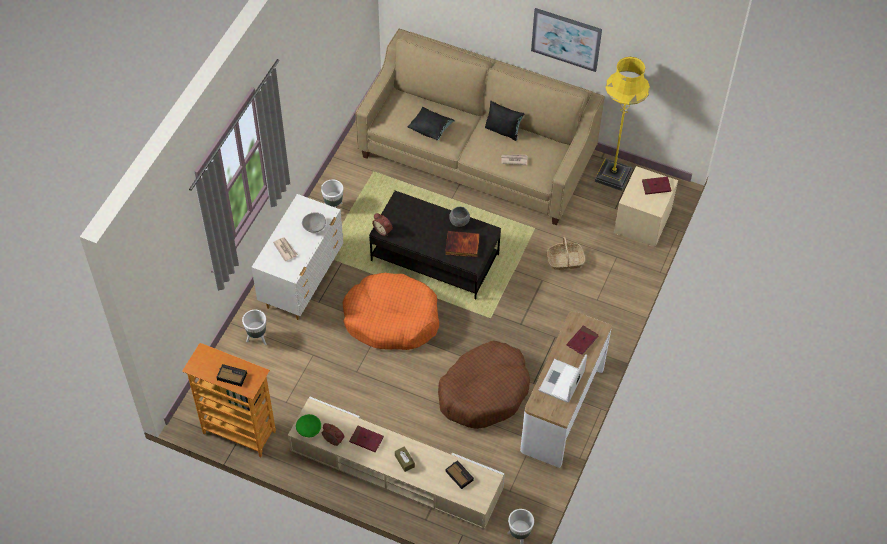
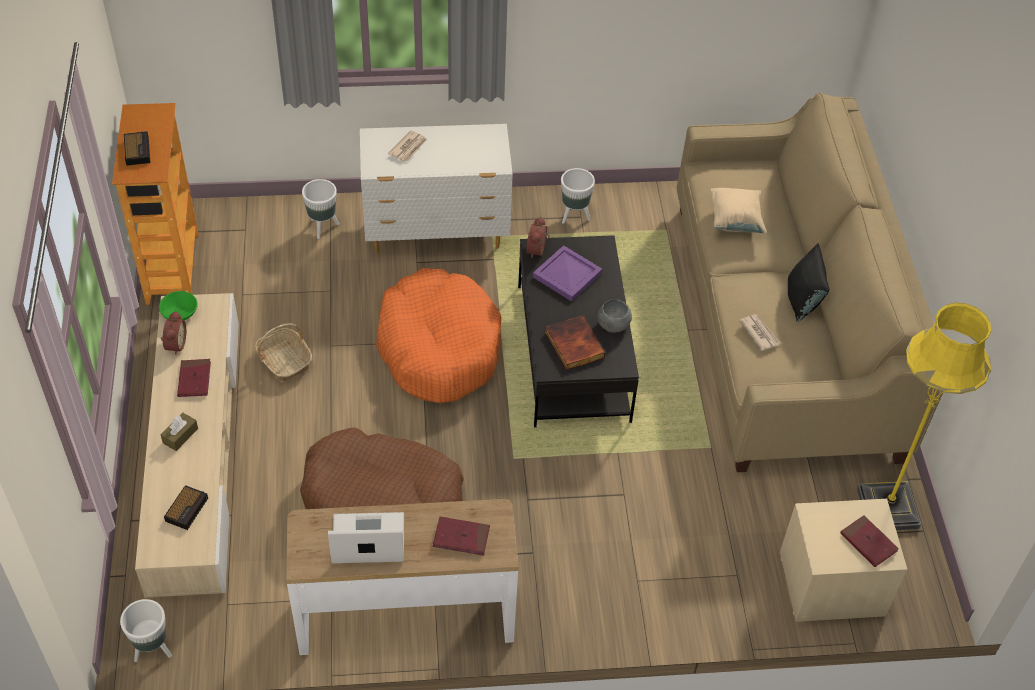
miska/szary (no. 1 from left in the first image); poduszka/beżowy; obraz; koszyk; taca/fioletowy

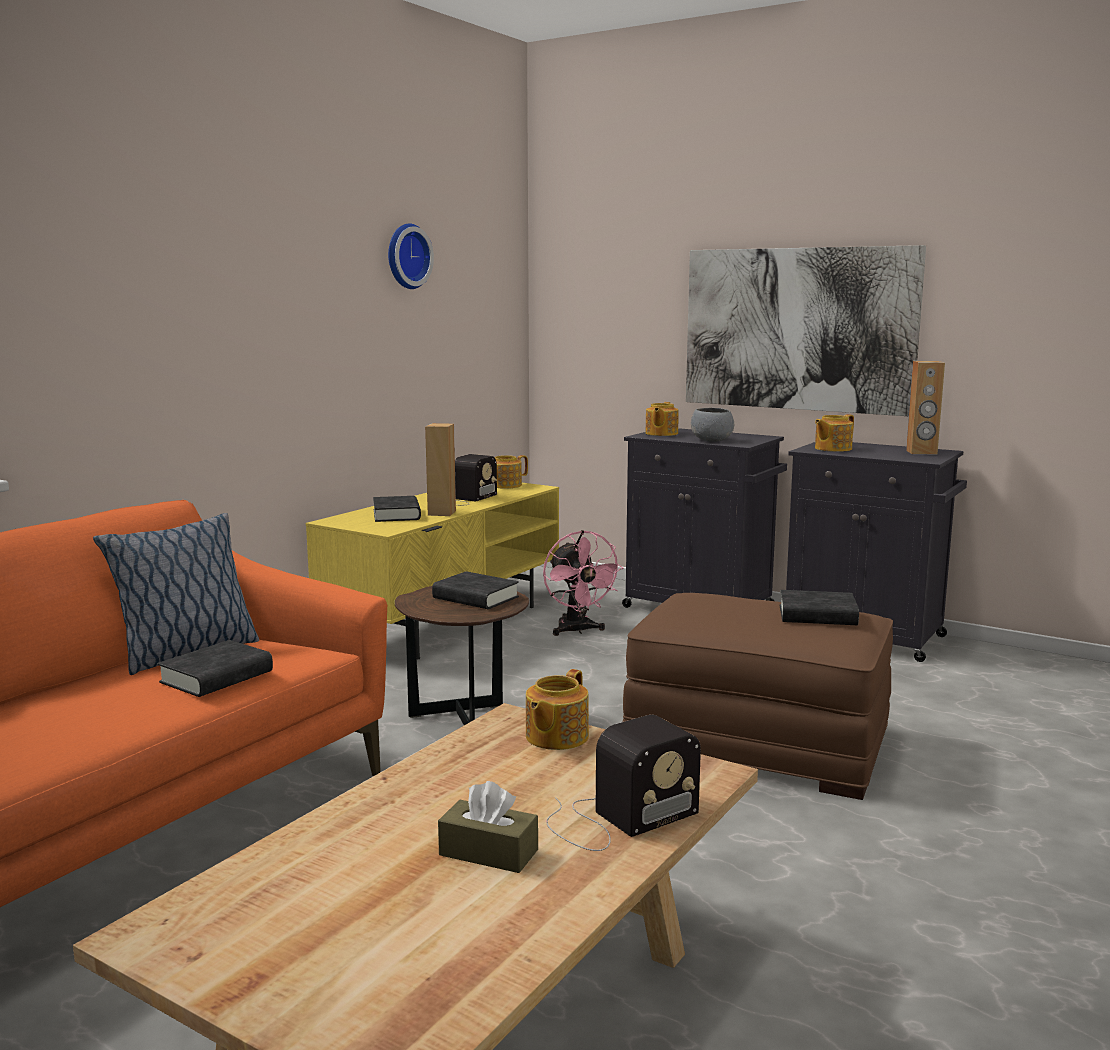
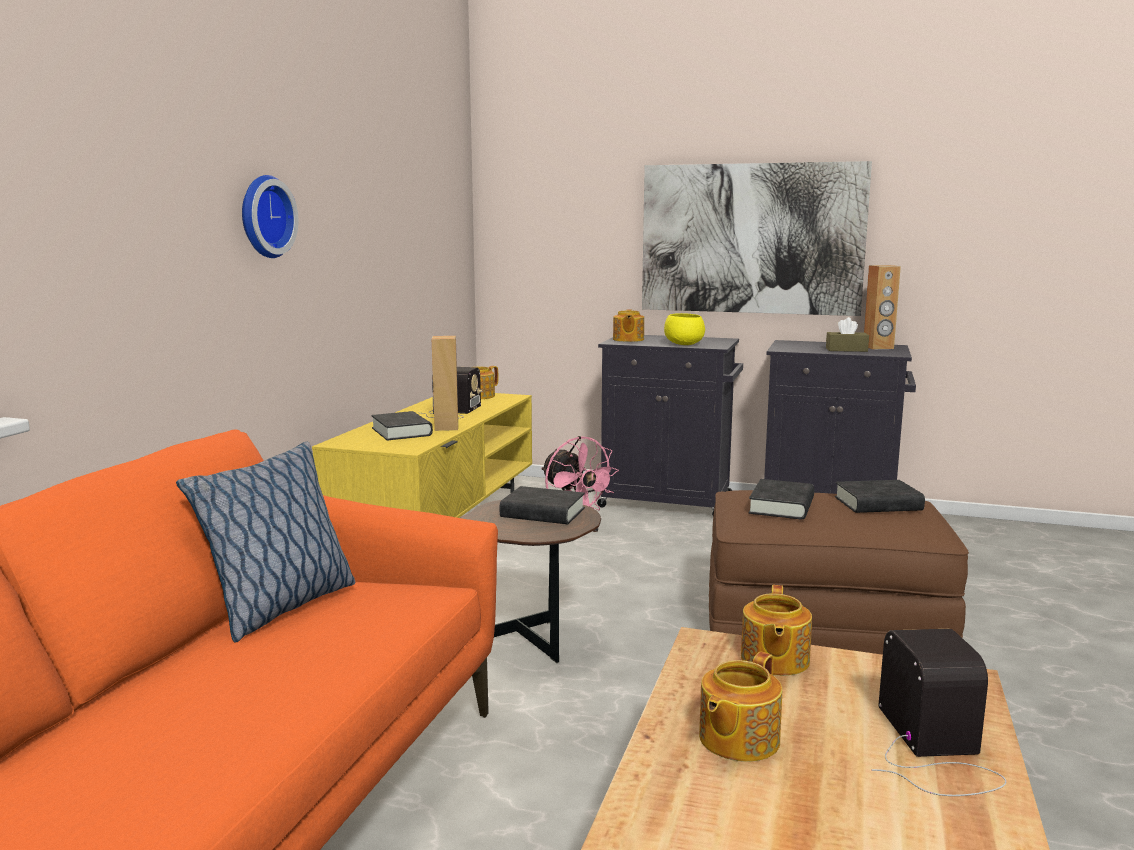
książka/czarny (no. 3 from left); zegar ścienny; pudełko chusteczek/brązowy; radio (no. 2 from left); miska/żółty; imbryk (no. 3 from left)

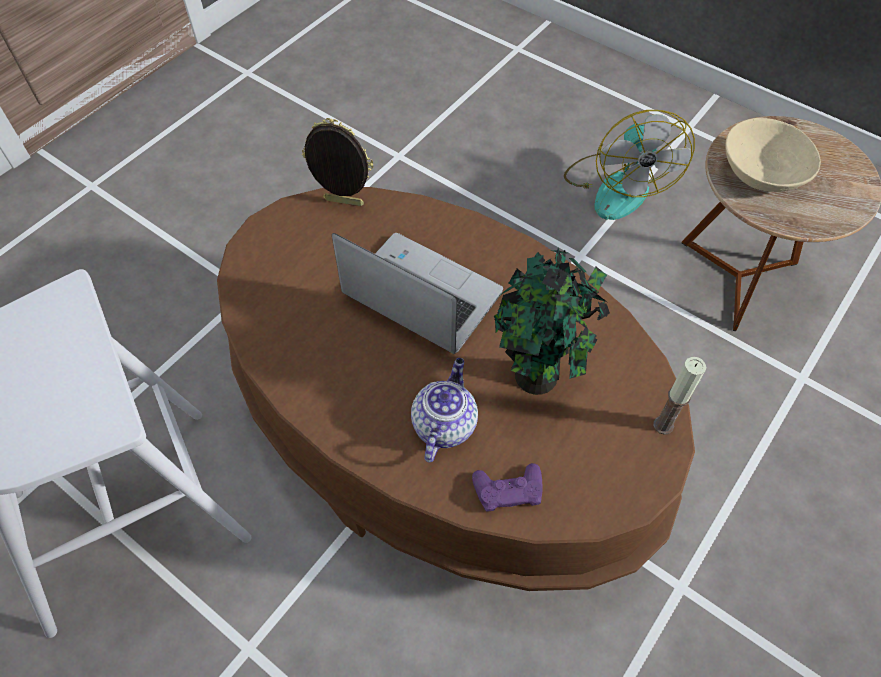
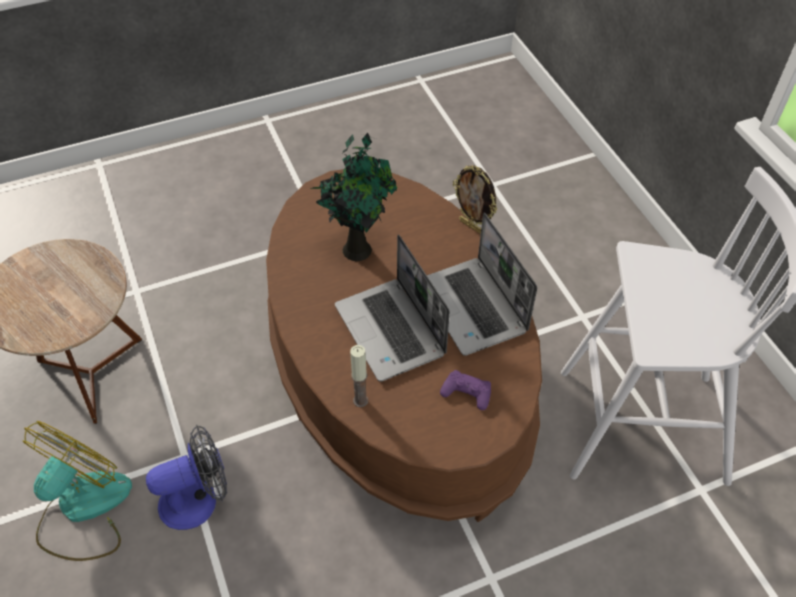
ramka na zdjęcie; imbryk; pad do gier/fioletowy; świeca; miska/beżowy; wentylator (no. 2 from left); laptop (no. 2 from left)

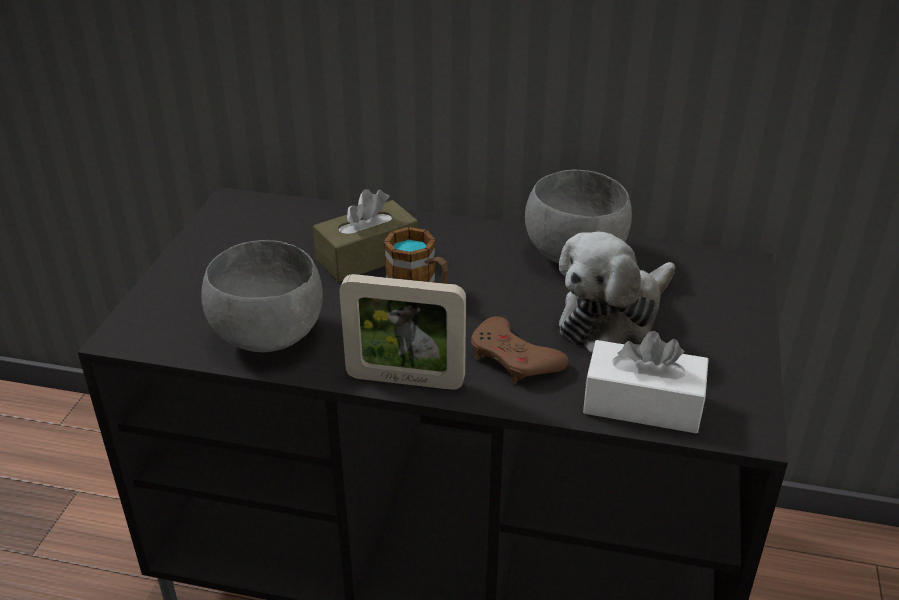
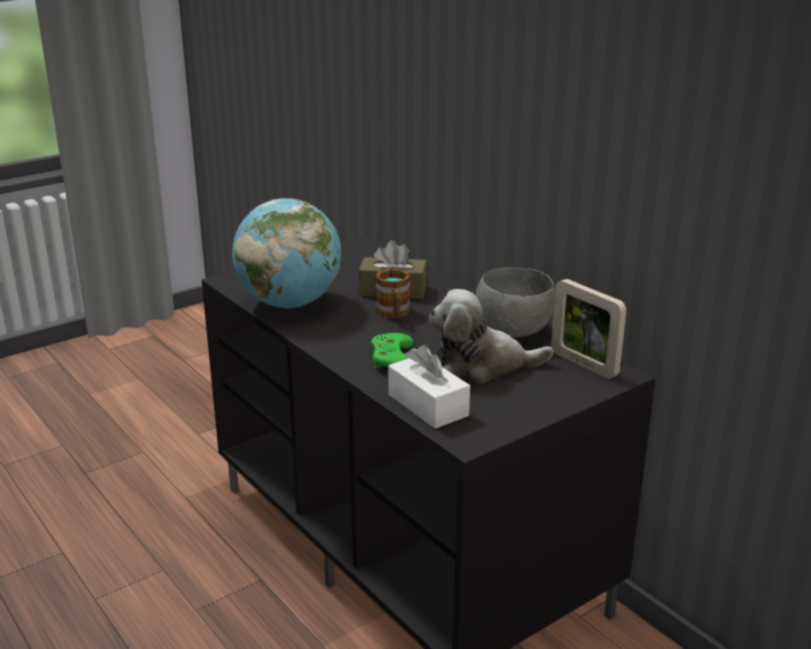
globus; ramka na zdjęcie; pad do gier/zielony

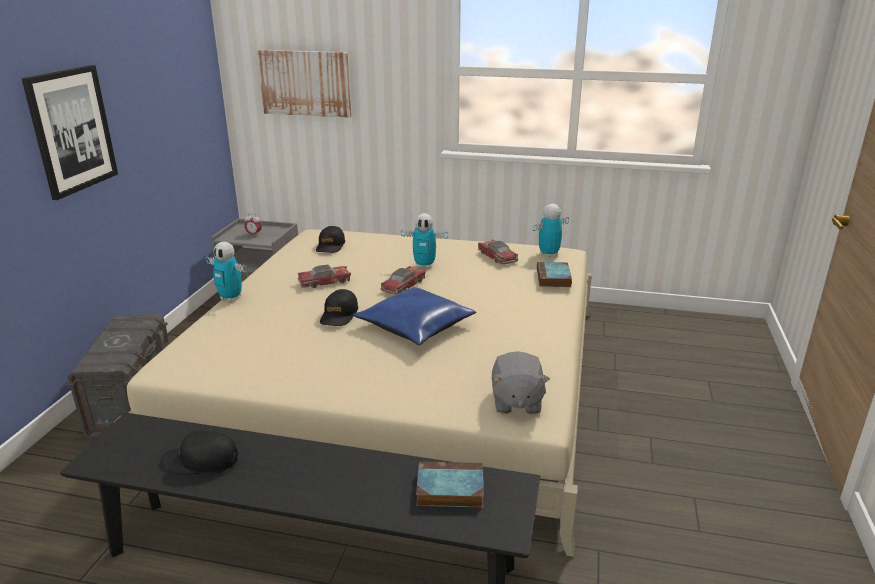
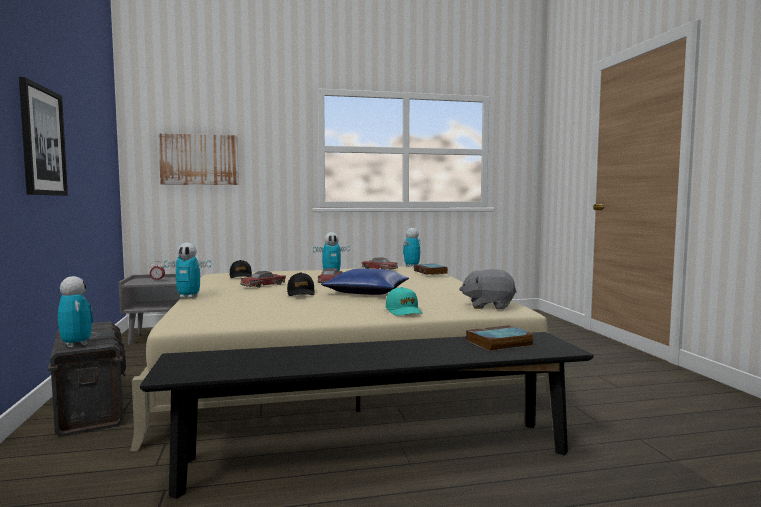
czapka z daszkiem/czarny (no. 1 from left in the first image); pluszak/szary; robot zabawkowy (no. 1 from left); czapka z daszkiem/turkusowy

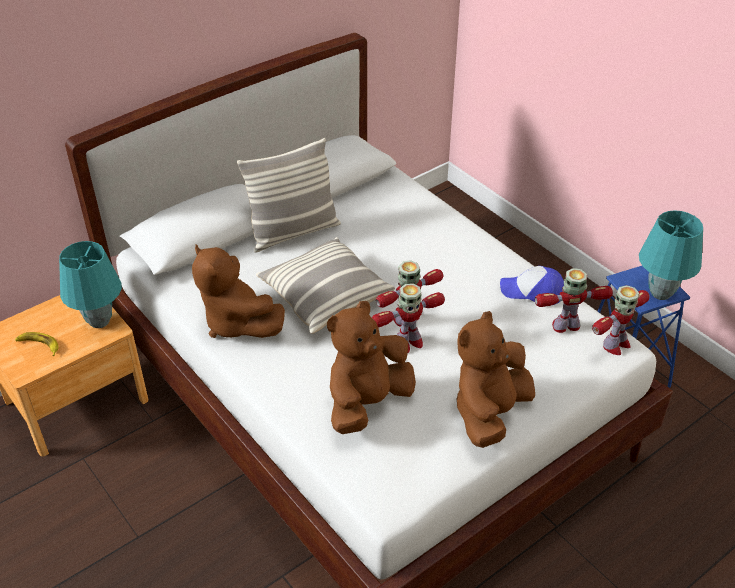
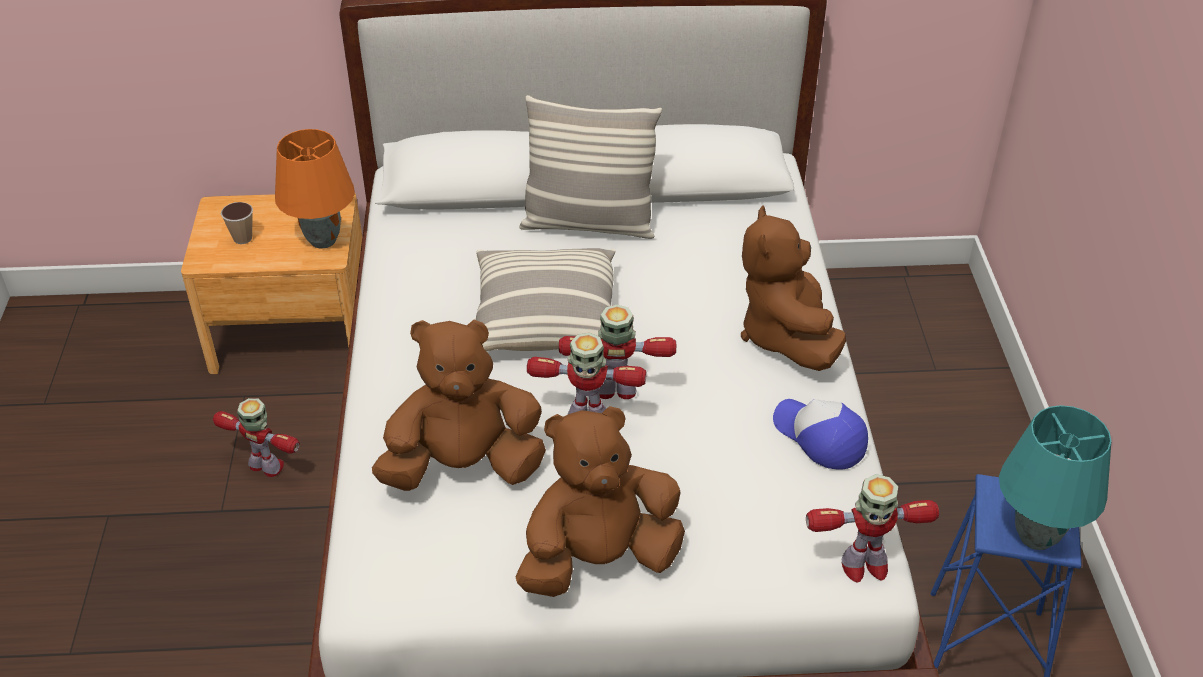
filiżanka; lampa stołowa/pomarańczowy; pluszak/brązowy (no. 3 from left); robot zabawkowy (no. 1 from left)

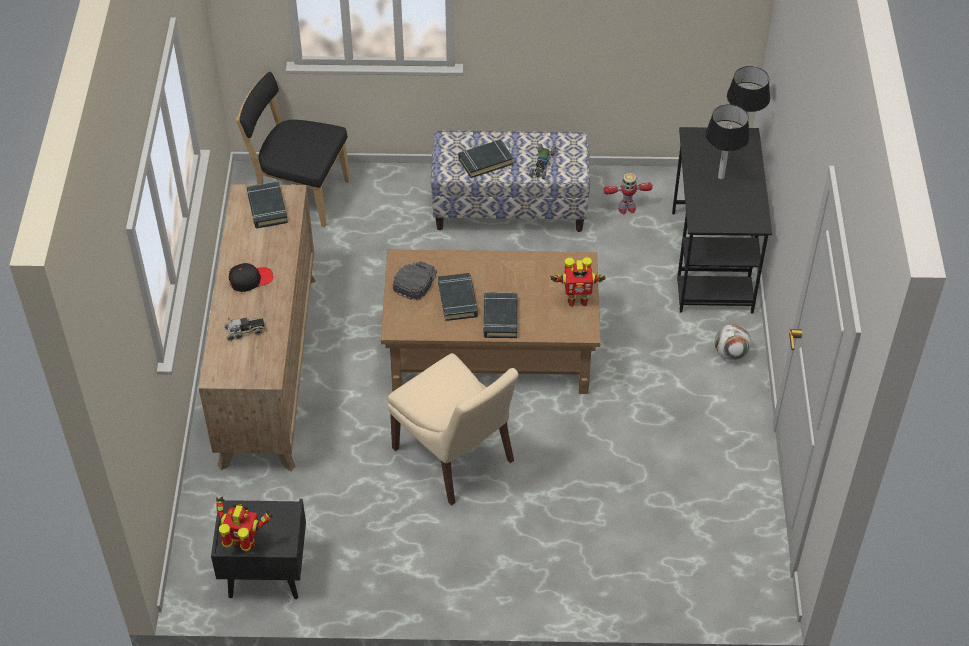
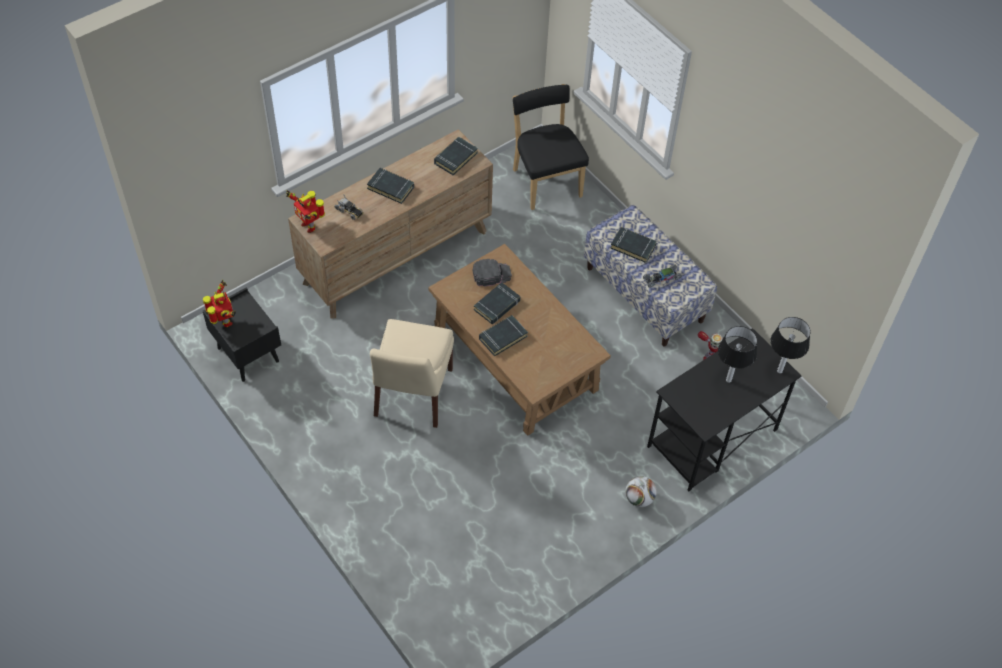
książka/czarny (no. 1 from left); robot zabawkowy (no. 2 from left)

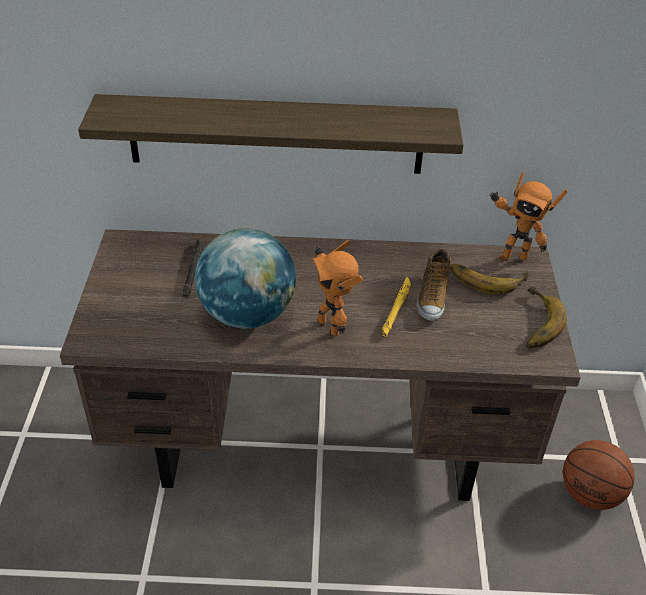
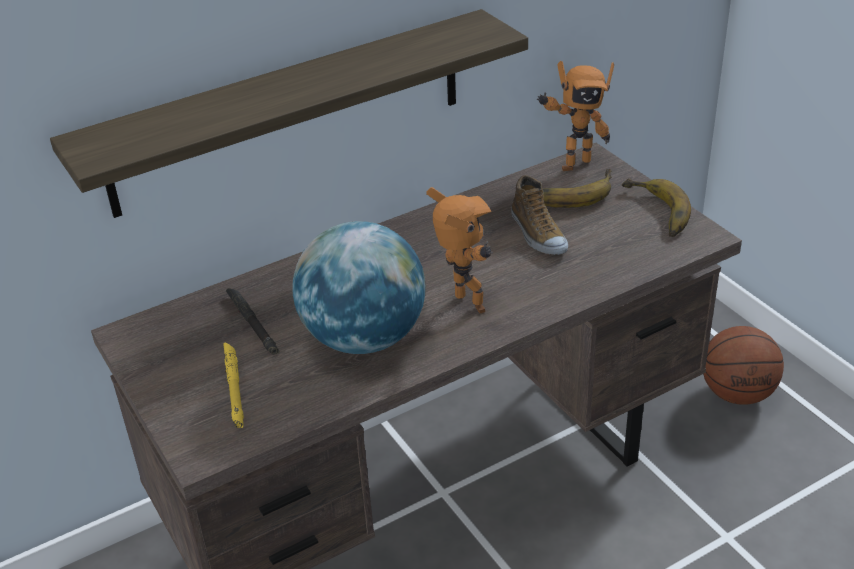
robot zabawkowy (no. 1 from left); latarka/żółty

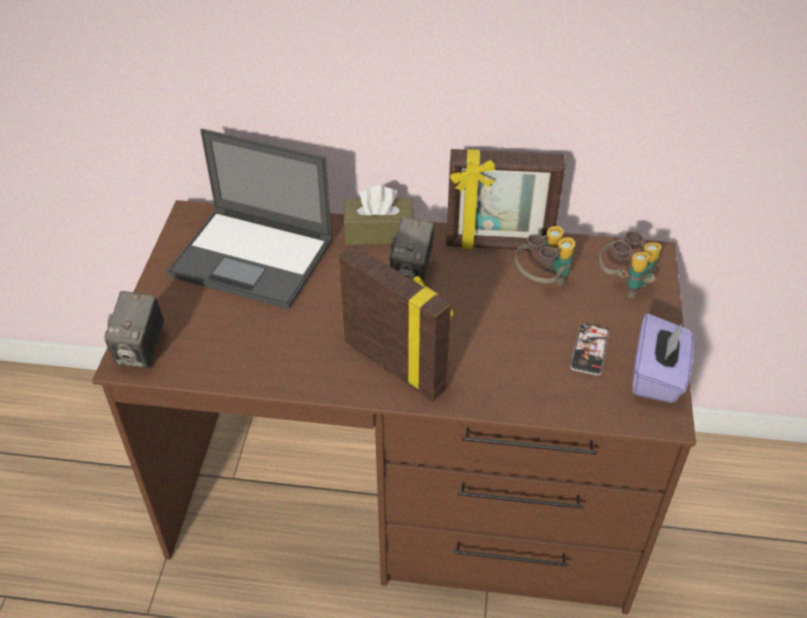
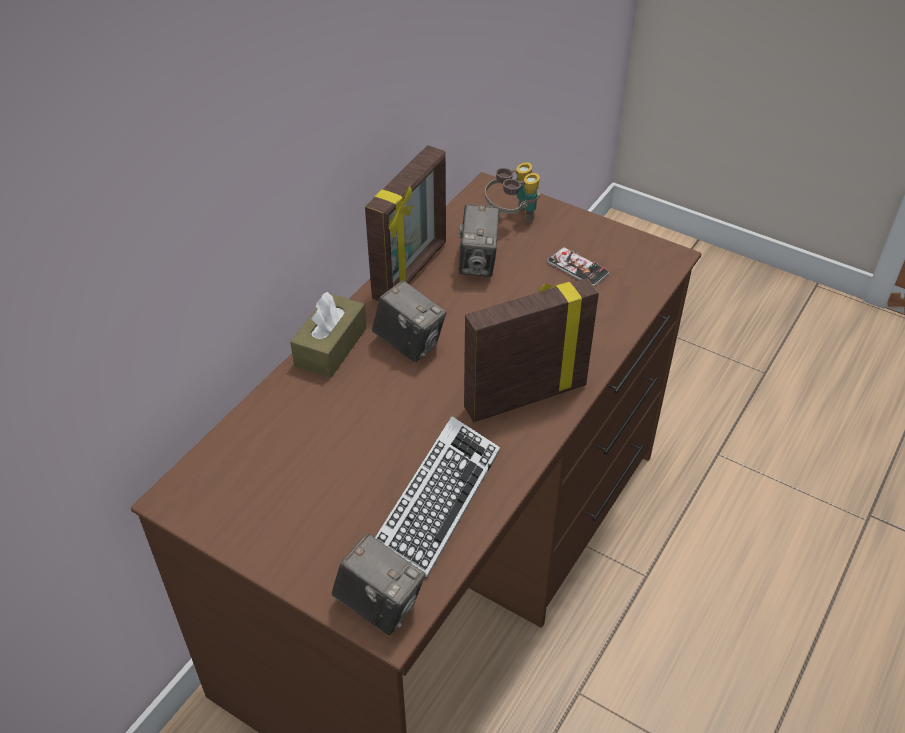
laptop; aparat fotograficzny (no. 3 from left); pudełko chusteczek/fioletowy; klawiatura

